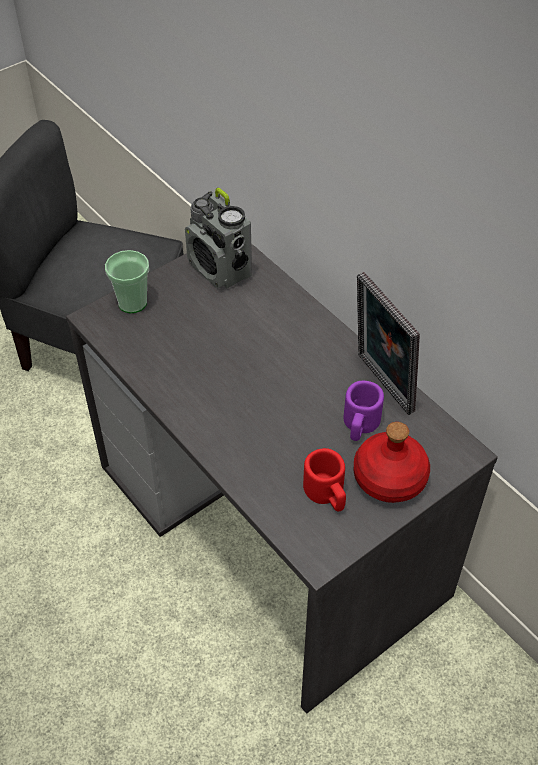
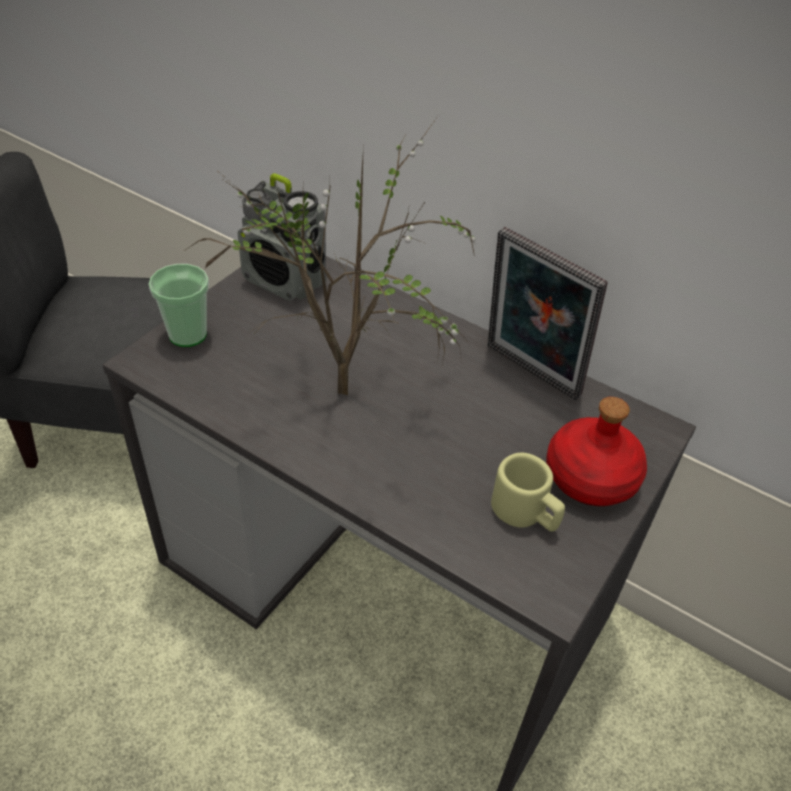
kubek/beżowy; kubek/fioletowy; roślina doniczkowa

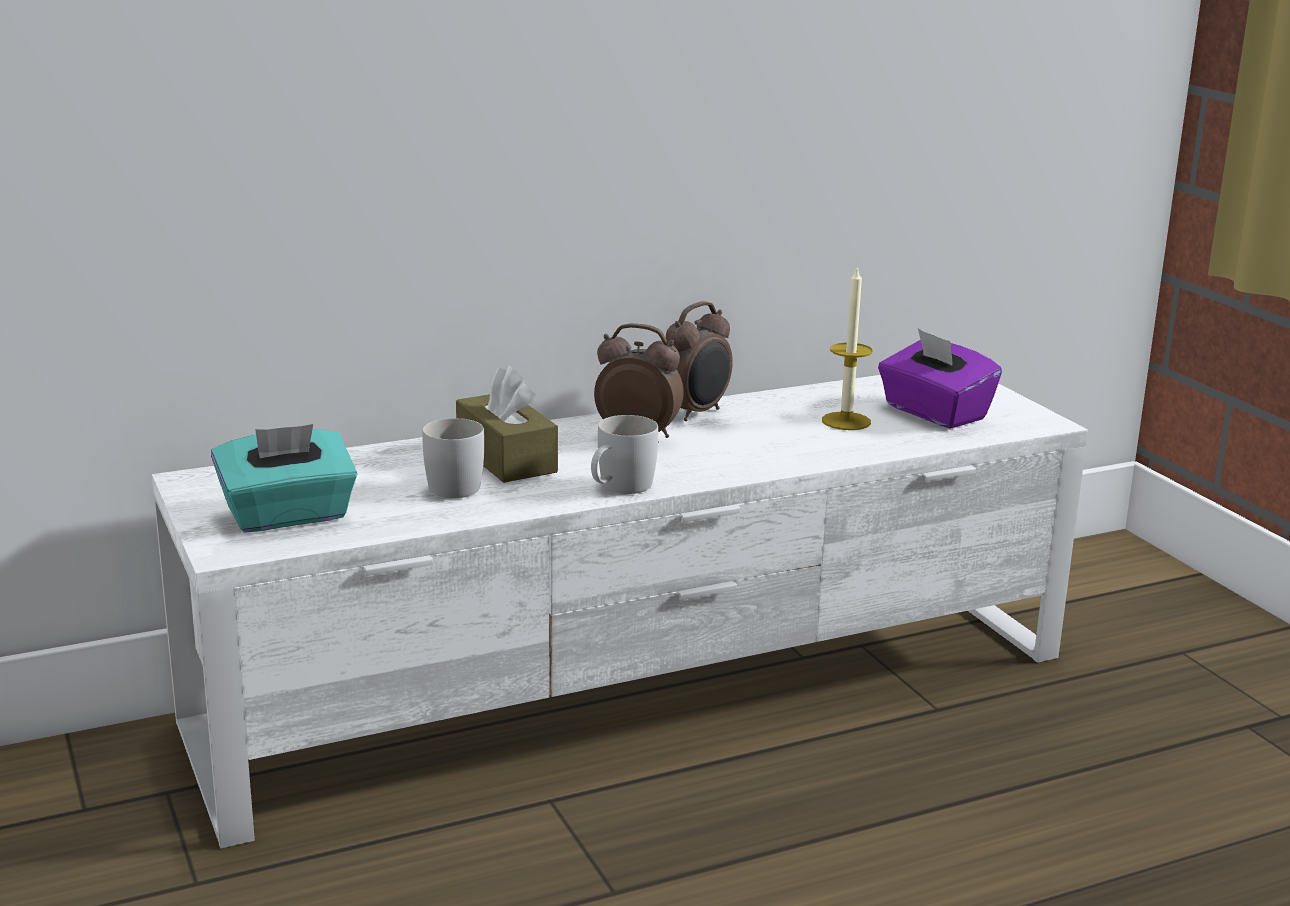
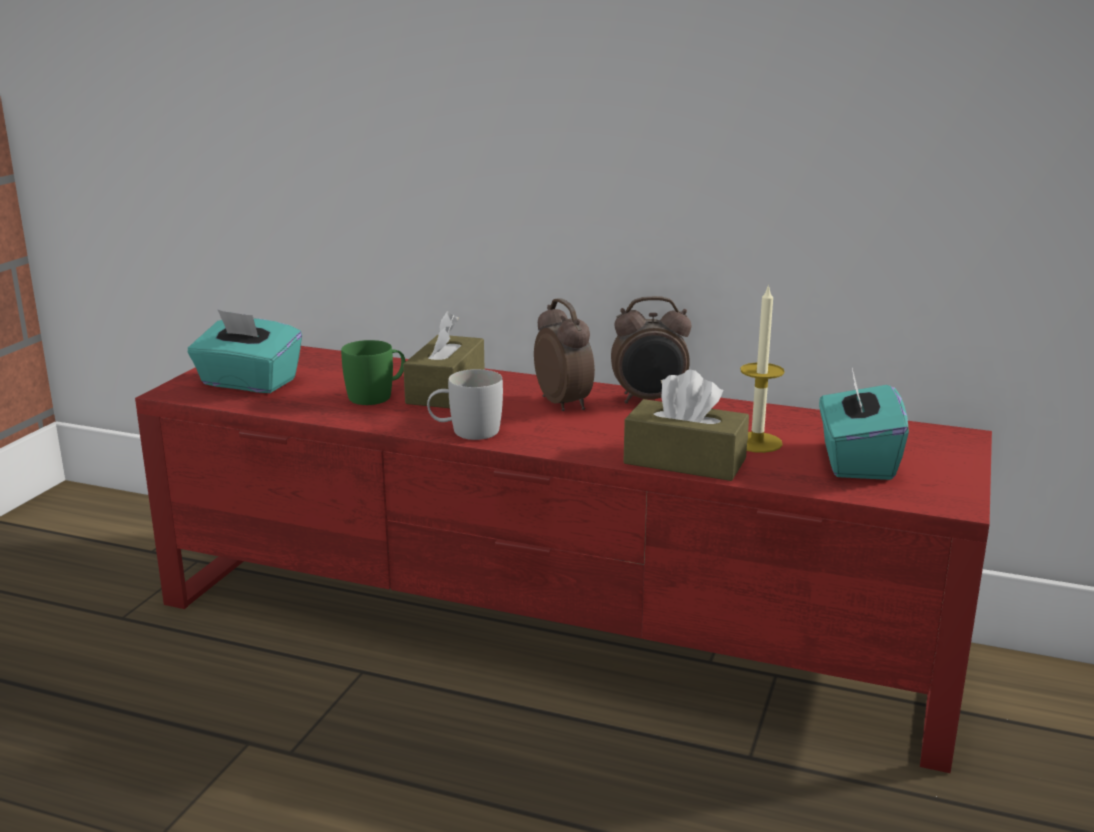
szafka pod telewizor/czerwony; kubek/zielony; pudełko chusteczek/turkusowy (no. 2 from left); pudełko chusteczek/brązowy (no. 2 from left)

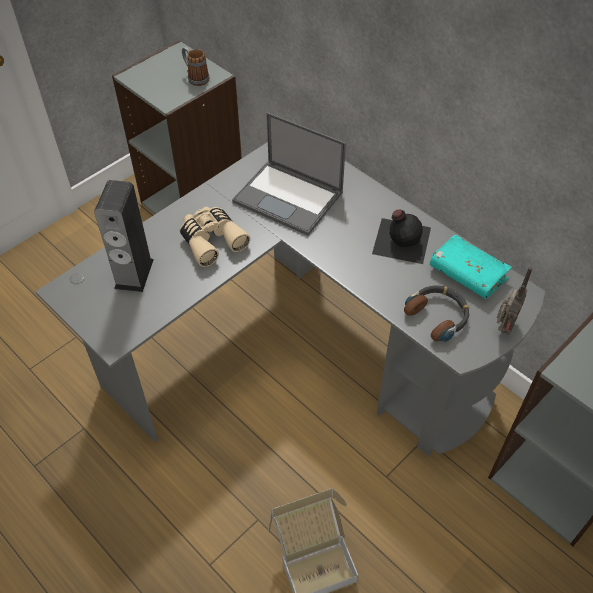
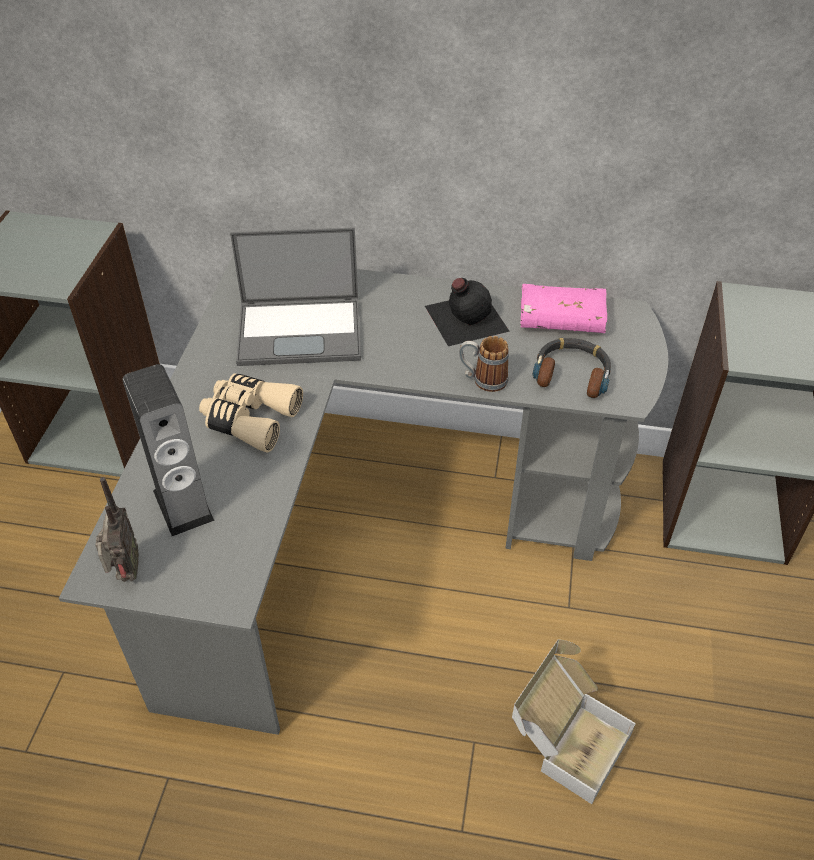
kubek; książka/różowy; radio

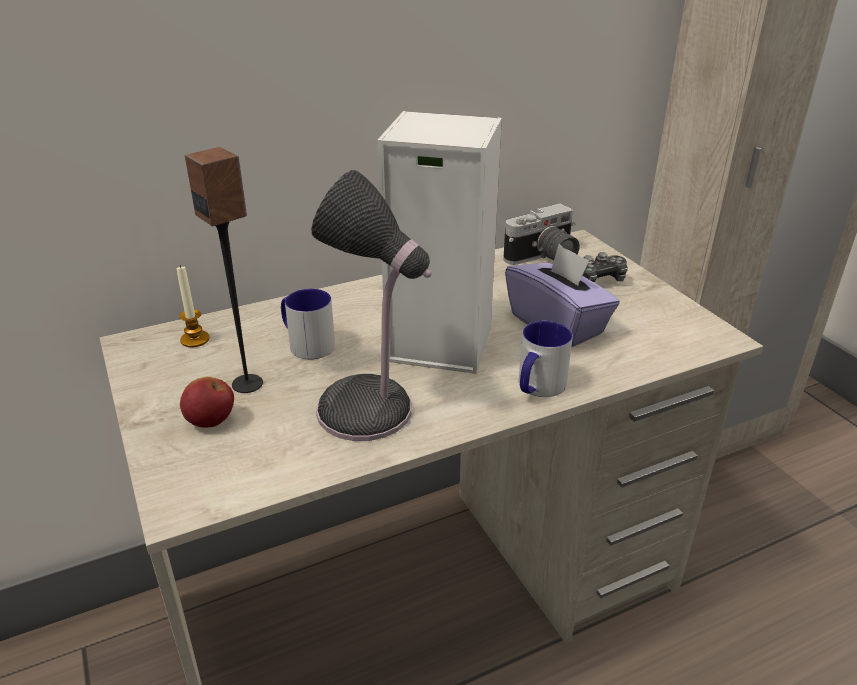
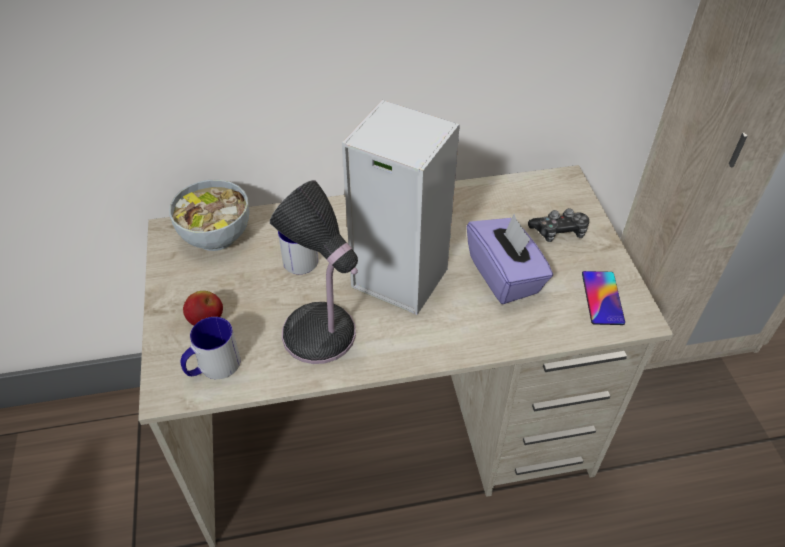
miska; głośnik (no. 1 from left in the first image); aparat fotograficzny; kubek (no. 1 from left); telefon

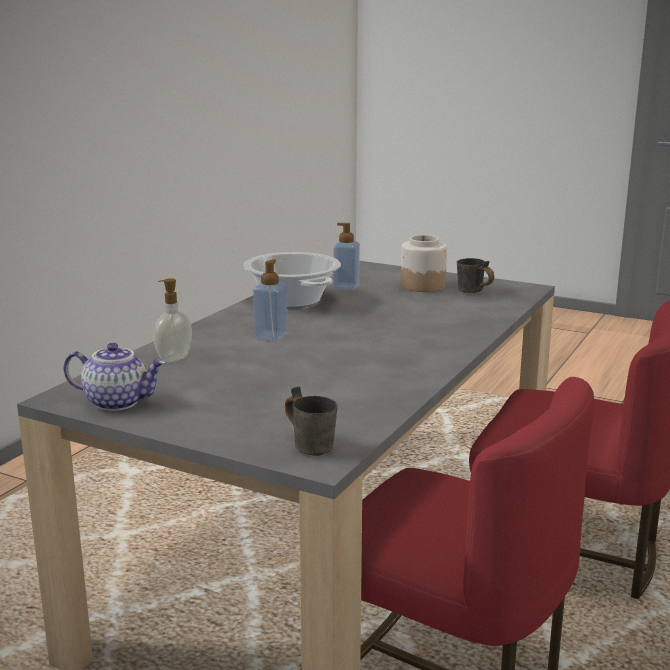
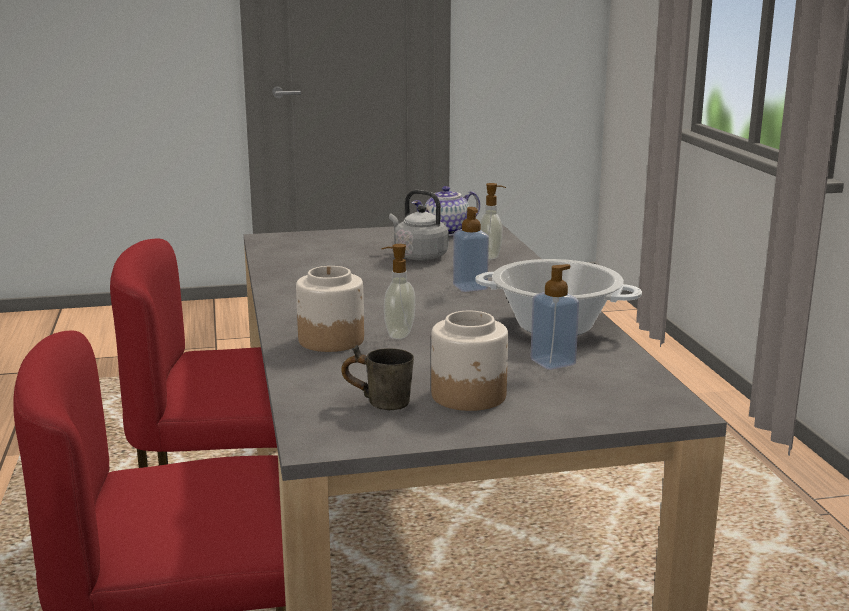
kubek/szary (no. 1 from left in the first image); słoik (no. 1 from left); dozownik mydła (no. 1 from left); czajnik/szary

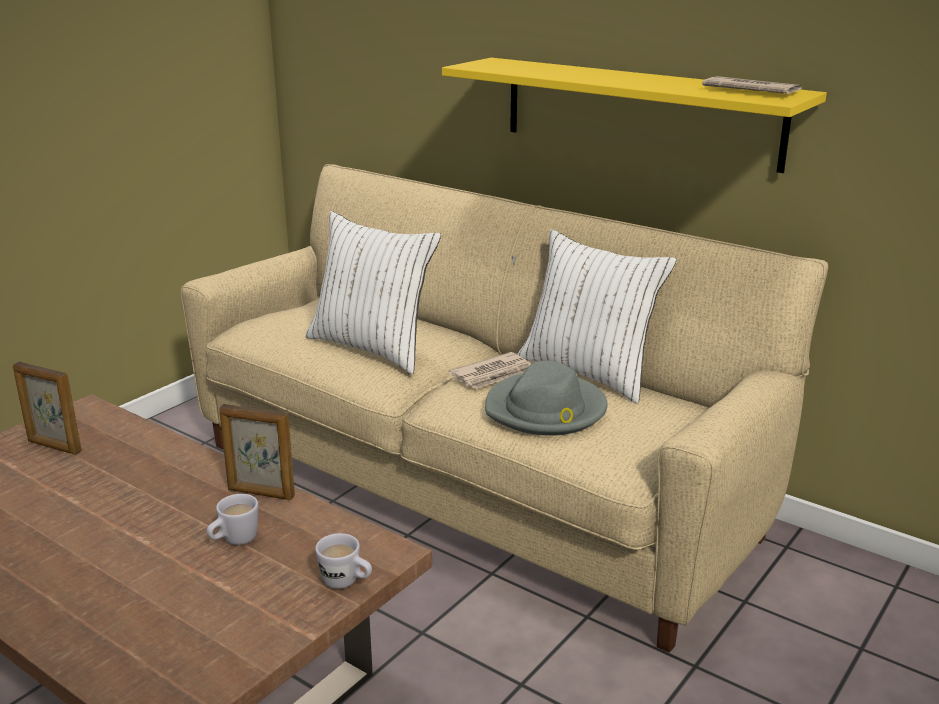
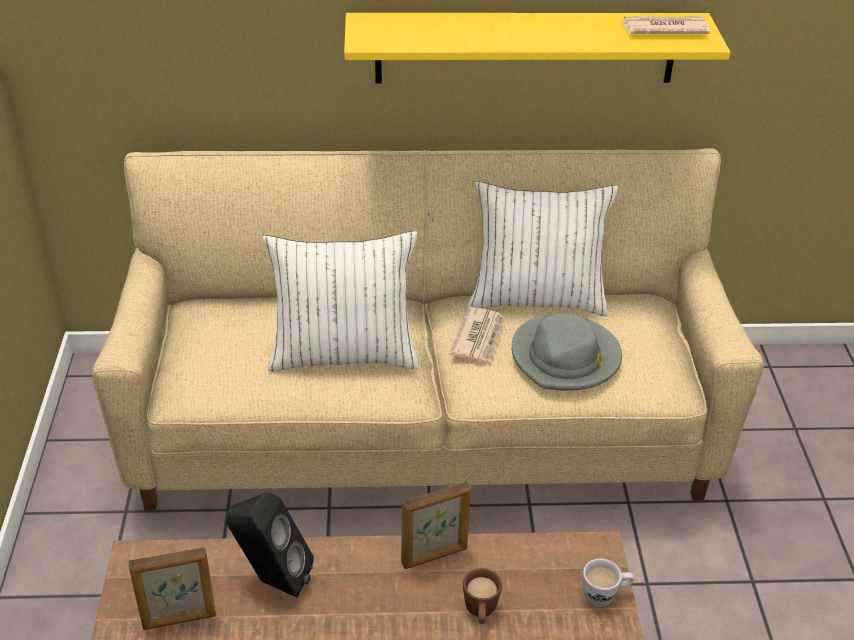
kubek/brązowy; głośnik/czarny

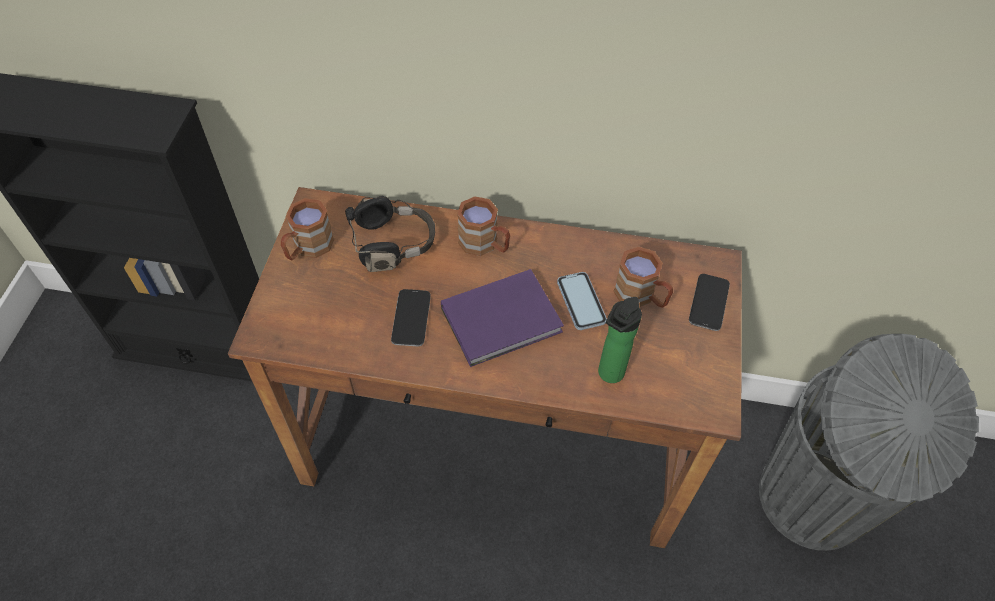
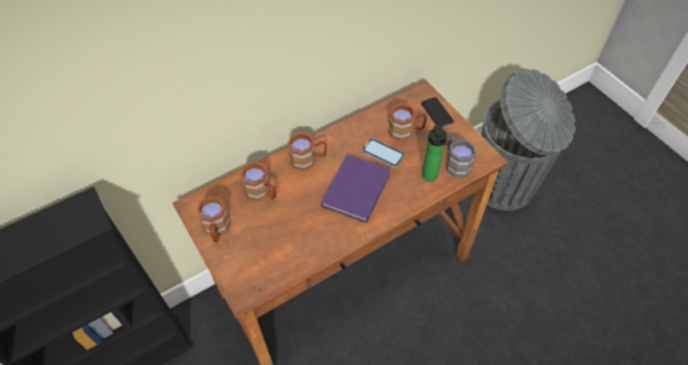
kubek/brązowy (no. 2 from left); telefon (no. 1 from left in the first image); kubek/szary

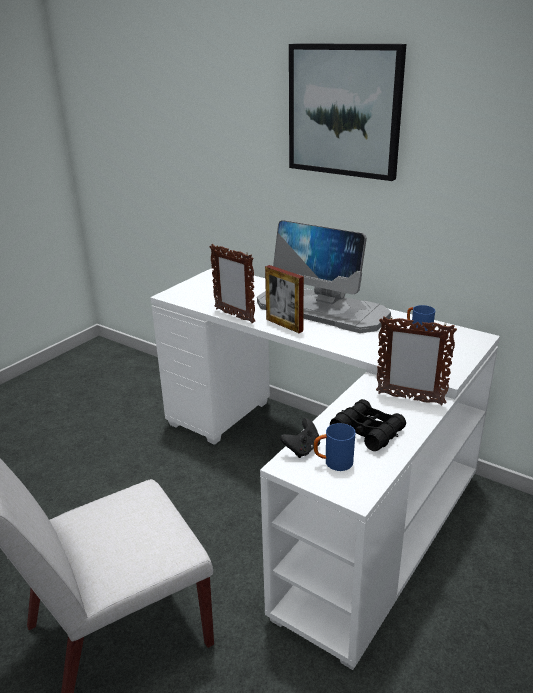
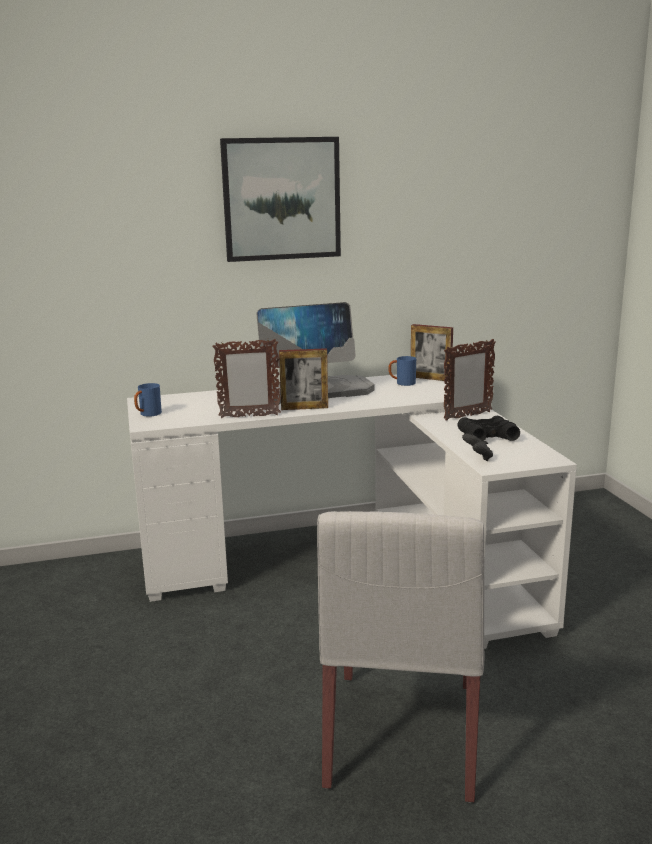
kubek/niebieski (no. 1 from left); ramka na zdjęcie (no. 3 from left)

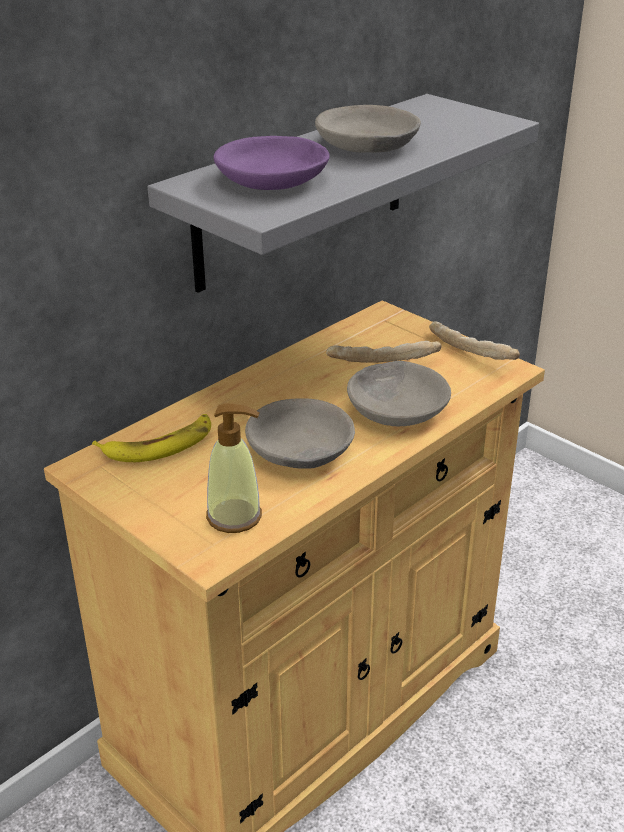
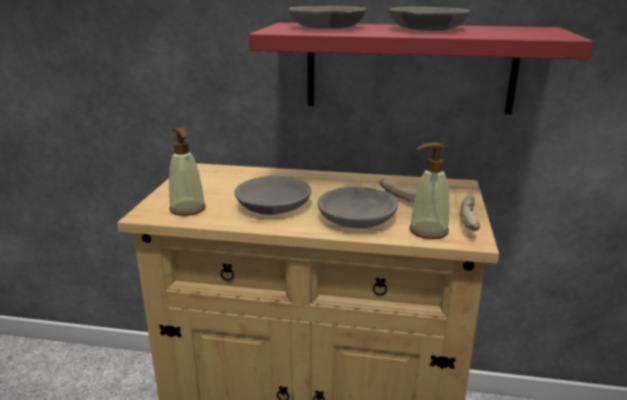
banan; półka/czerwony; miska/szary (no. 2 from left); dozownik mydła (no. 2 from left)

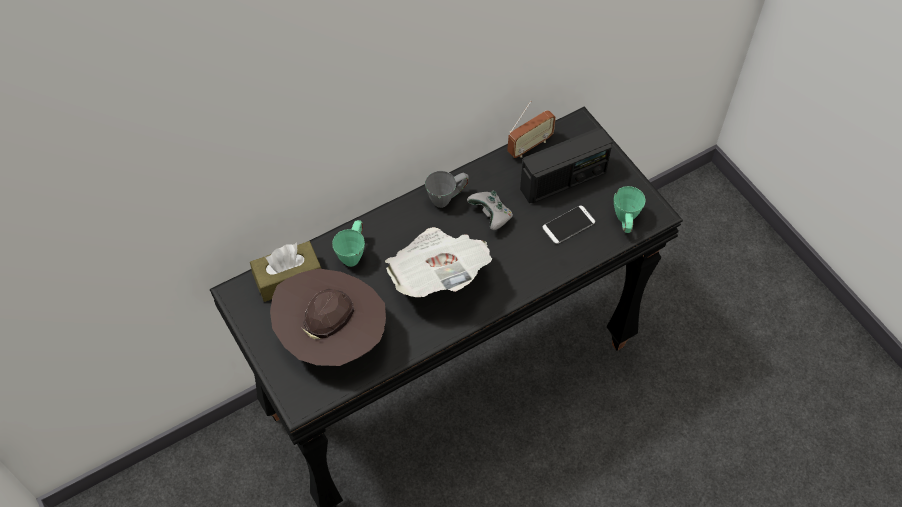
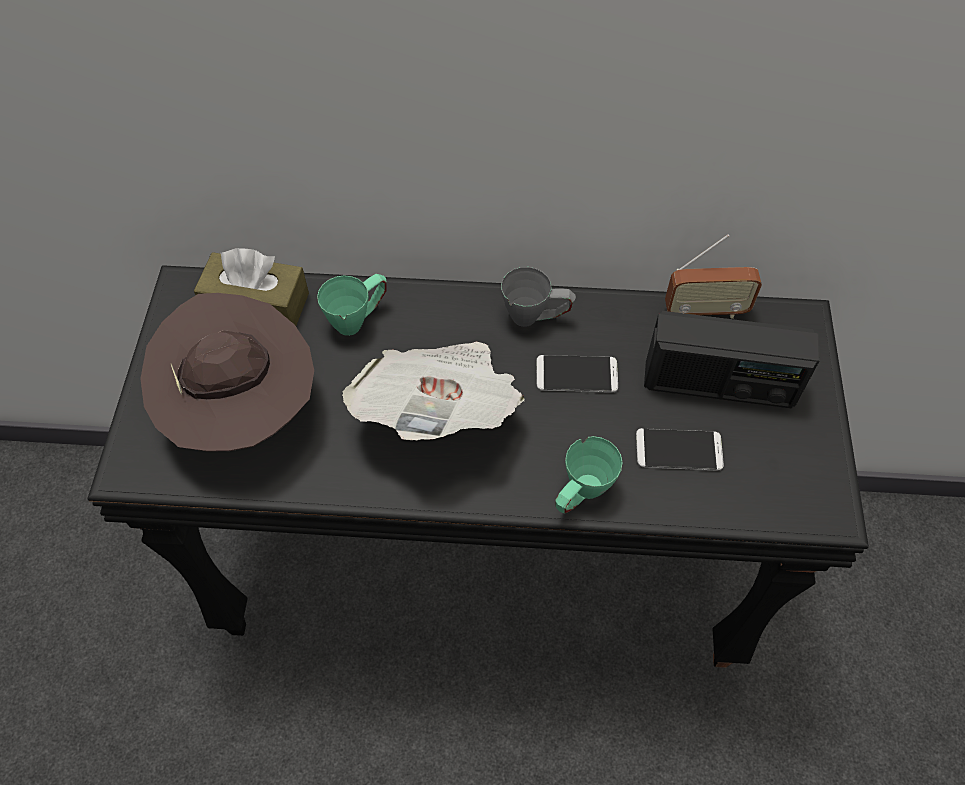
telefon (no. 1 from left); kubek/zielony (no. 2 from left)

